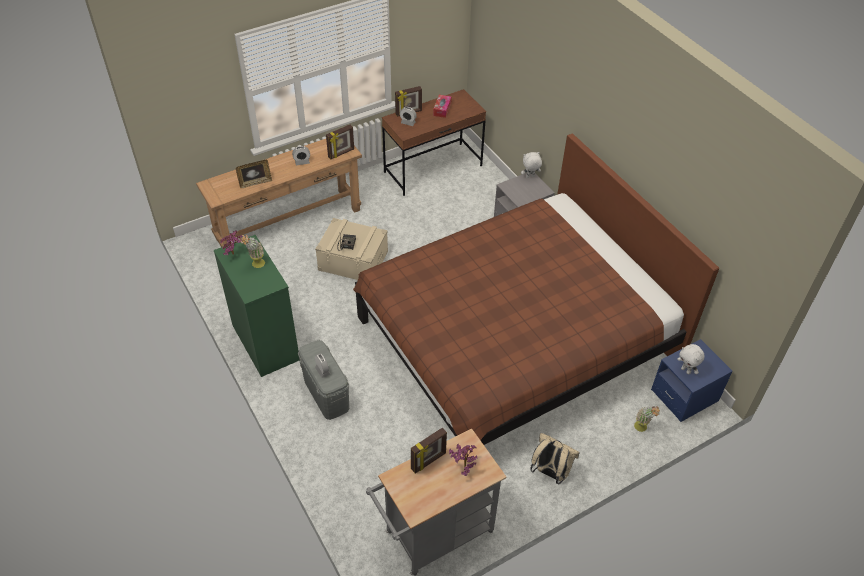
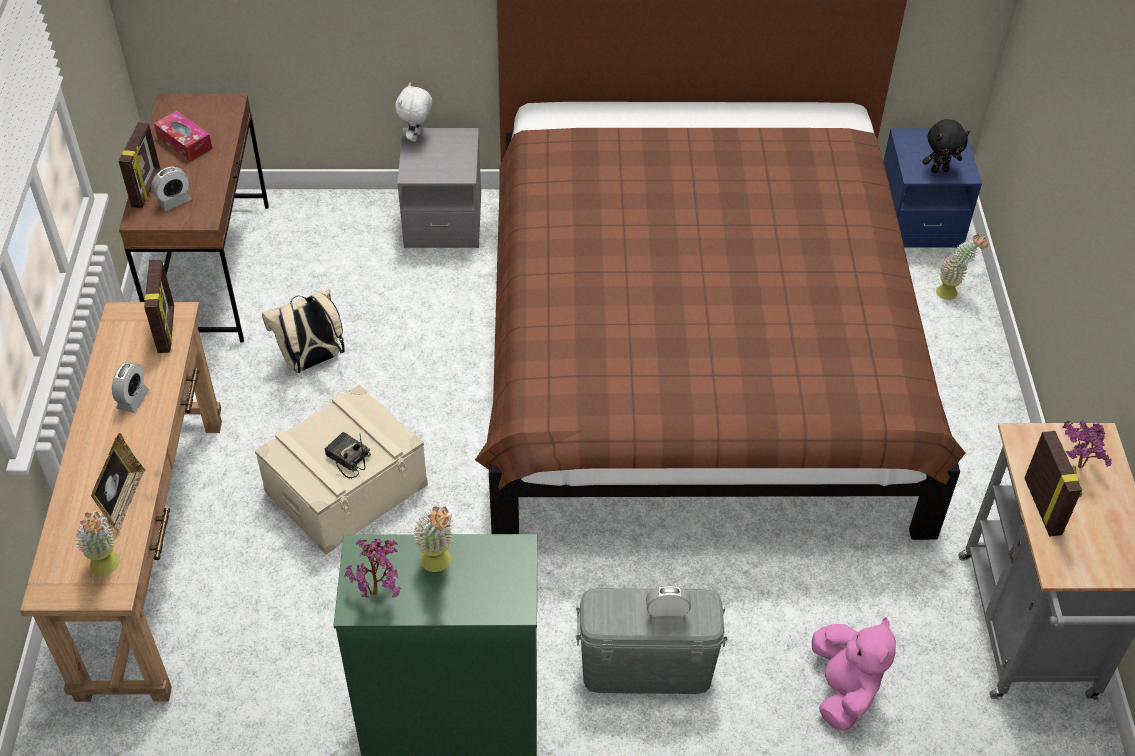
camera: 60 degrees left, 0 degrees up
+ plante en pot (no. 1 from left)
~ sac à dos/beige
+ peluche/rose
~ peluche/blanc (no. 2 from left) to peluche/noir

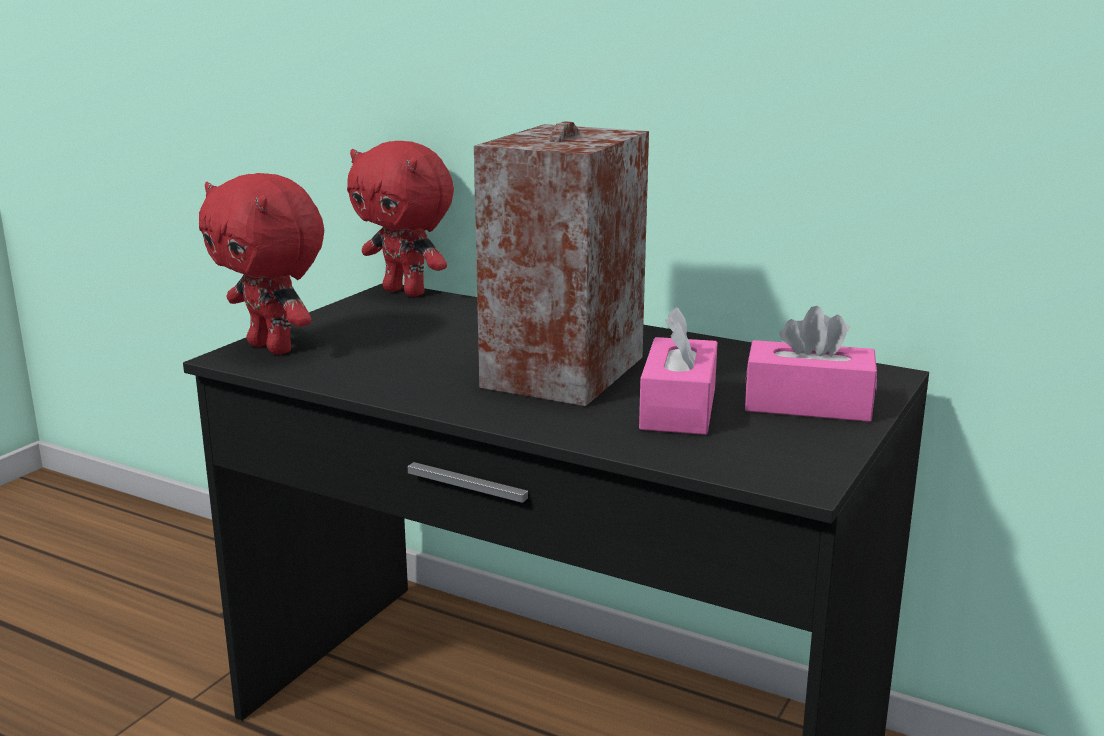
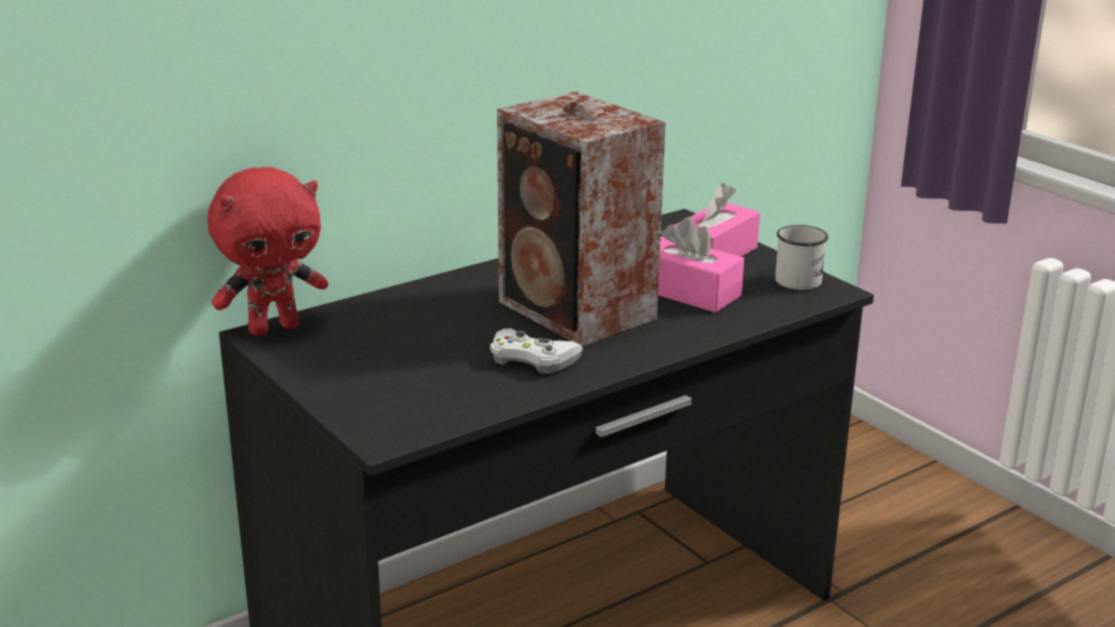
camera: 65 degrees left, 5 degrees up
+ manette/blanc
+ mug/blanc
- peluche/rouge (no. 1 from left)

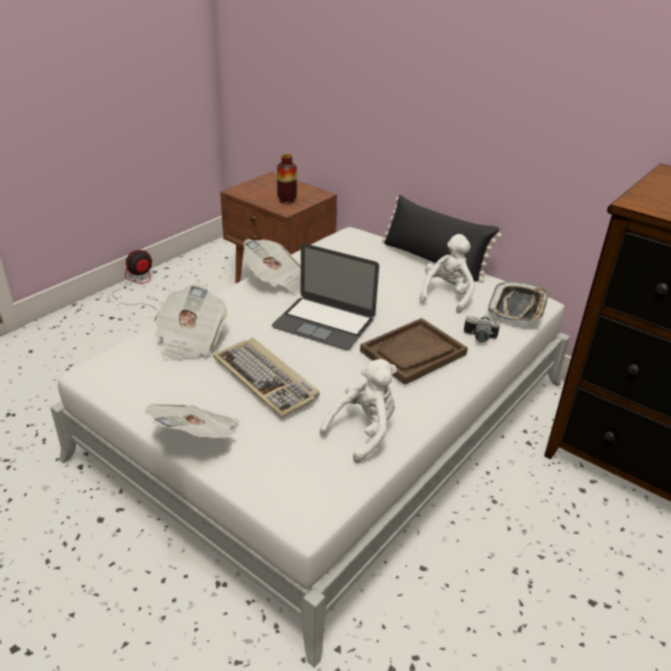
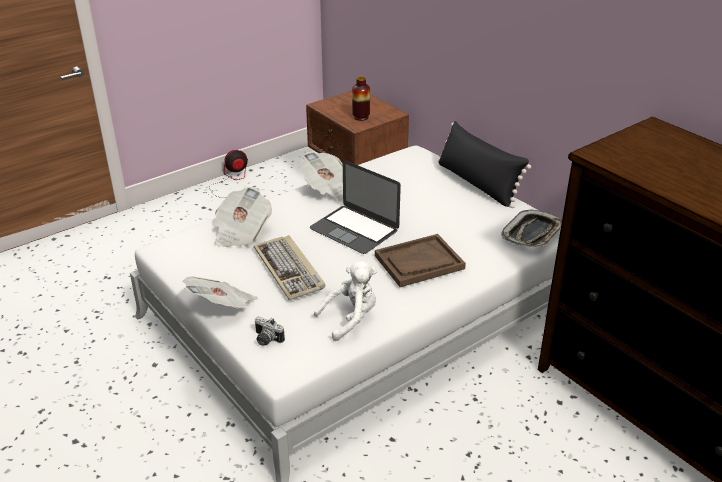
camera: 15 degrees right, 0 degrees up
~ appareil photo
- peluche/blanc (no. 2 from left)

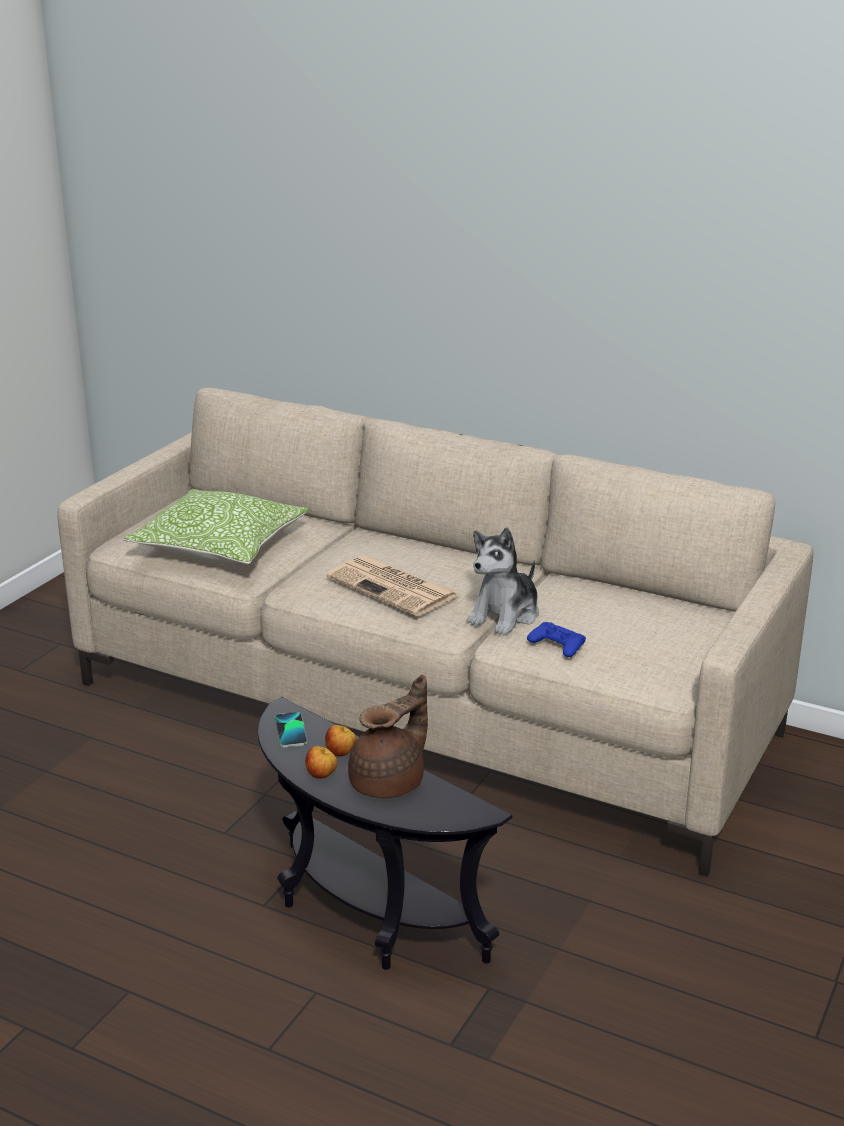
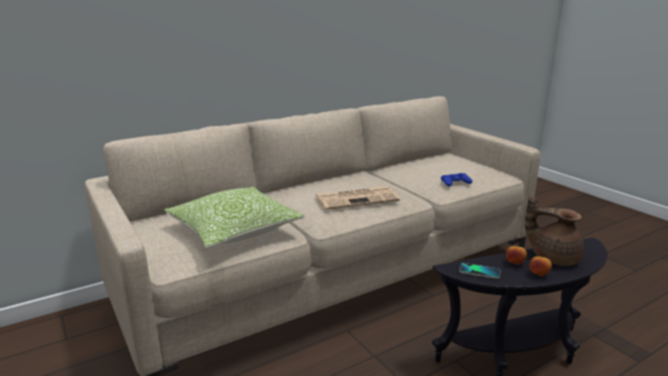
camera: 60 degrees left, 5 degrees down
~ théière/marron 45 degrees counterclockwise
- peluche

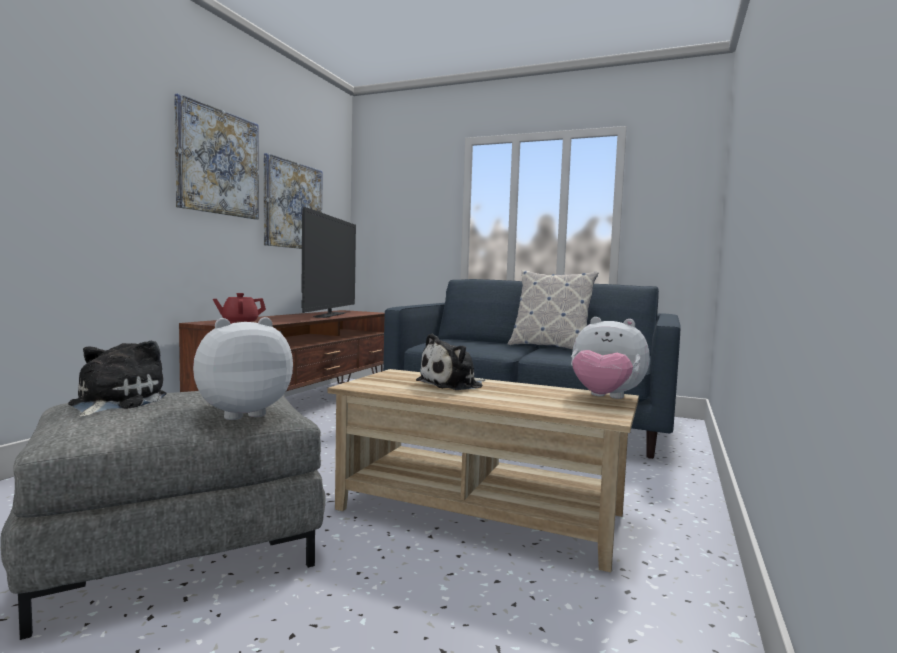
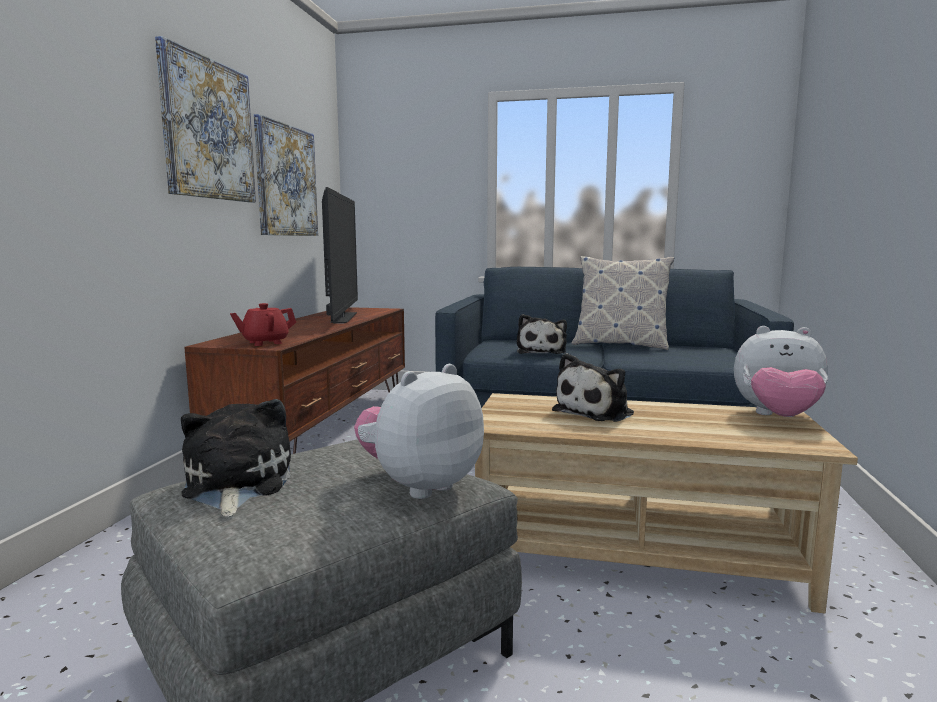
camera: 10 degrees left, 5 degrees up
+ peluche (no. 3 from left)

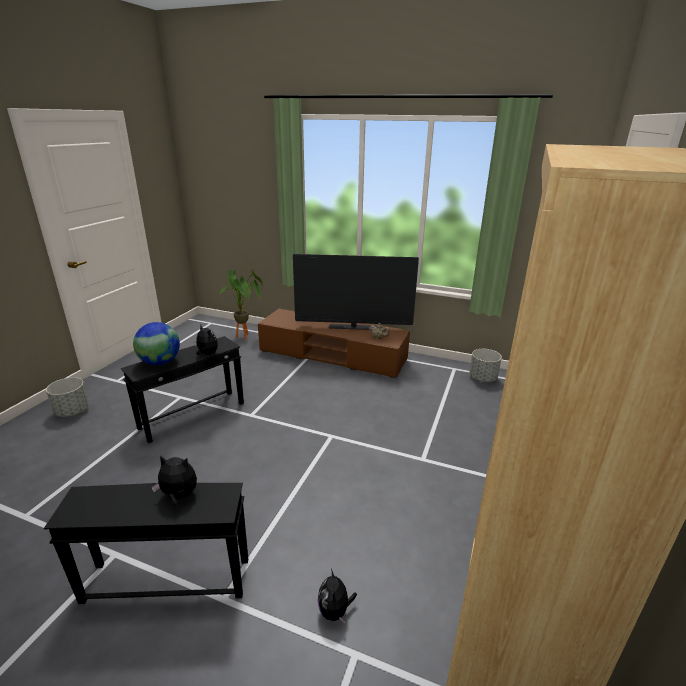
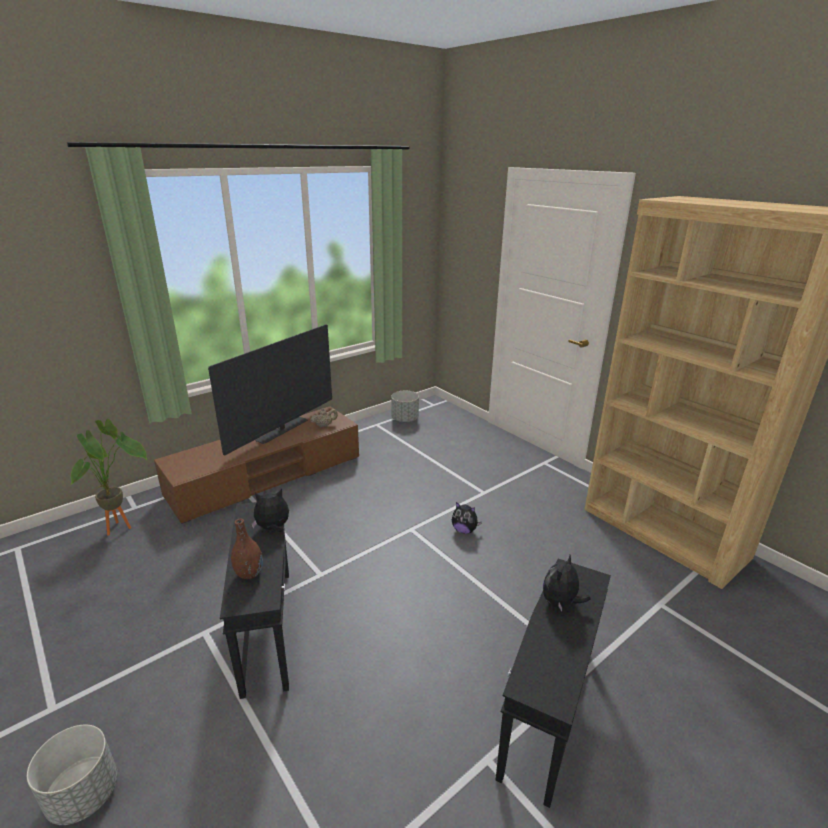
camera: 60 degrees left, 0 degrees up
~ globe to vase/marron
~ peluche (no. 3 from left in the first image) to peluche (no. 2 from left)

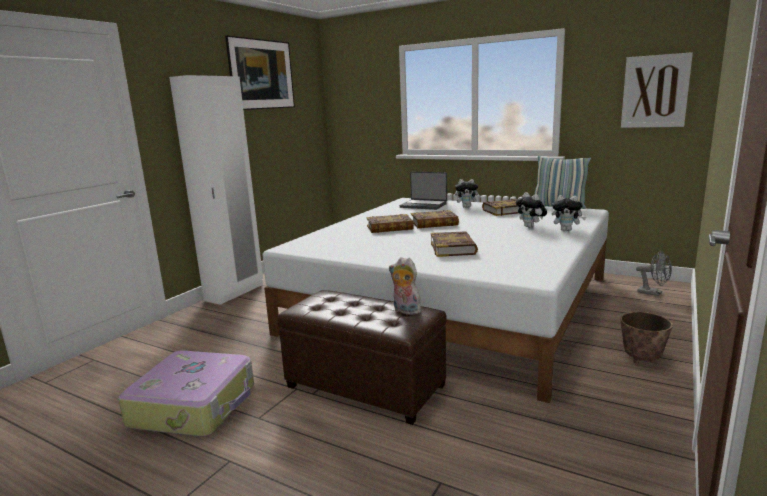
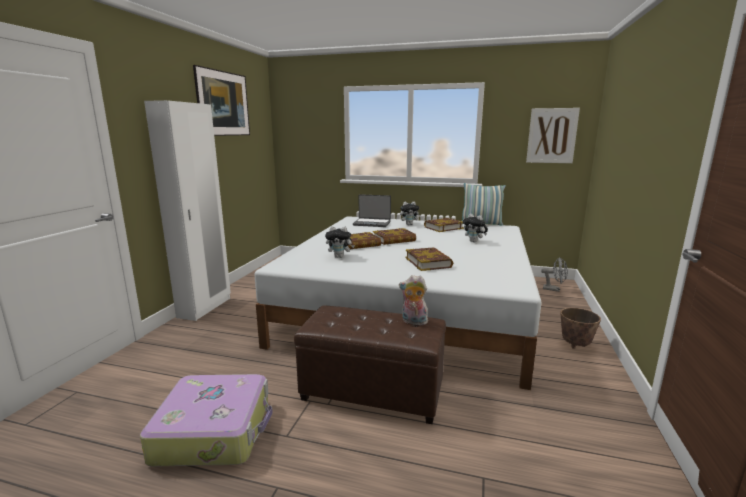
camera: 15 degrees left, 0 degrees up
~ peluche (no. 4 from left in the first image) to peluche (no. 1 from left)

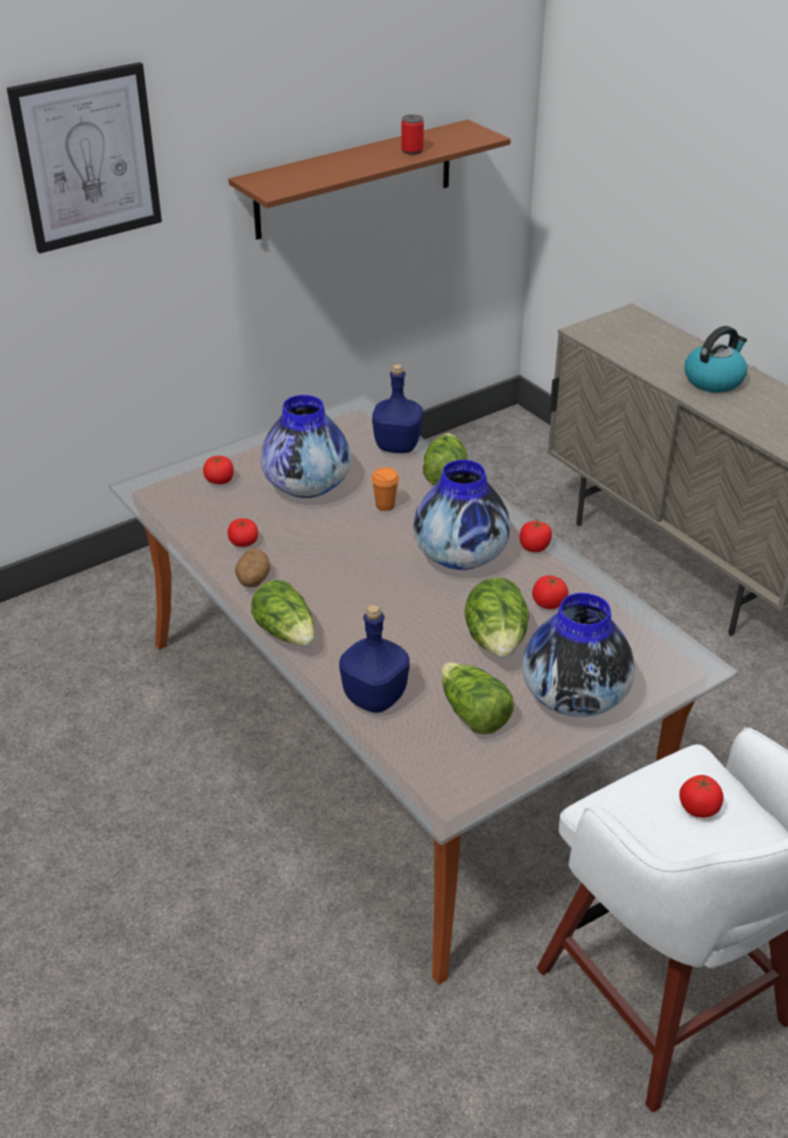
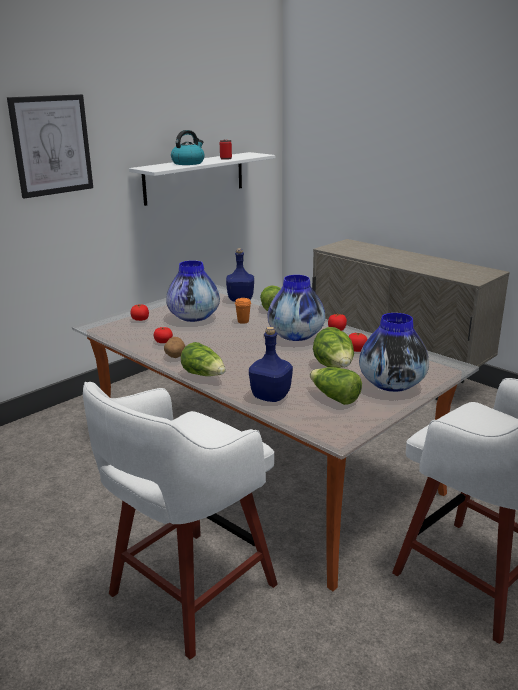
camera: 10 degrees left, 15 degrees down
+ tabouret/blanc (no. 1 from left)
~ étagère/marron to étagère/blanc
~ bouilloire
- tomate (no. 5 from left)

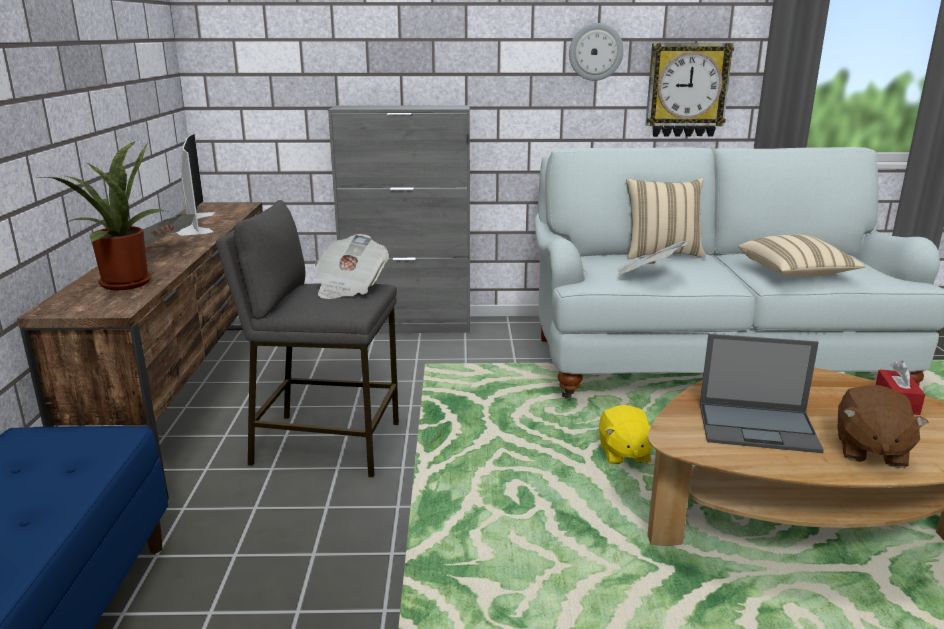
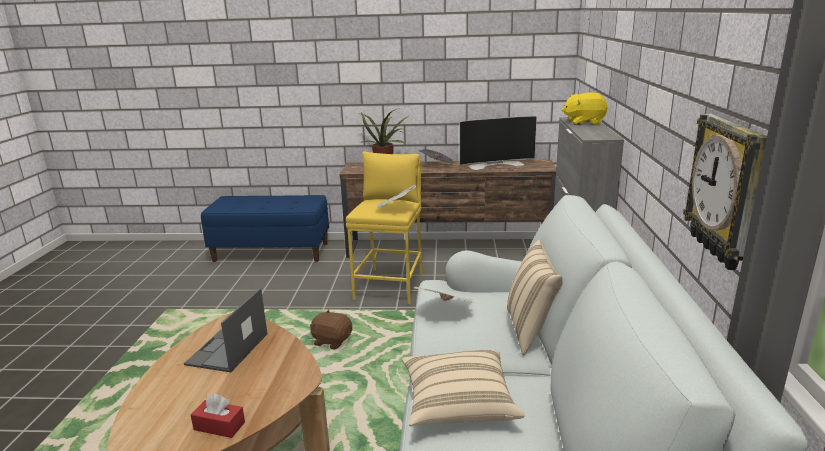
camera: 95 degrees right, 0 degrees up
~ peluche/marron
~ tabouret/gris to tabouret/jaune
~ peluche/jaune
- horloge murale (no. 1 from left)

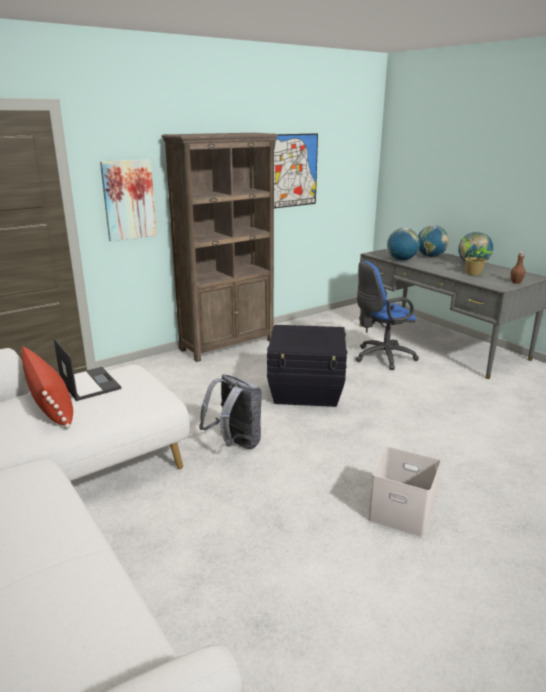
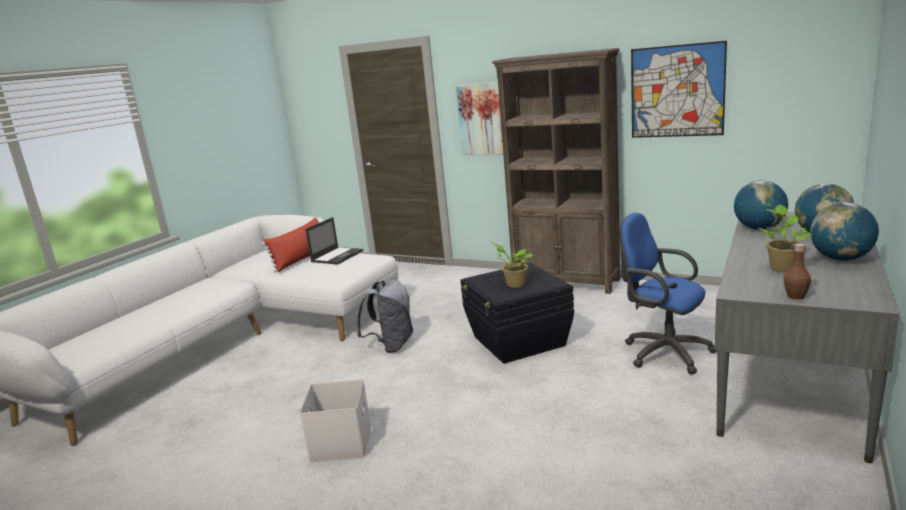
camera: 65 degrees right, 5 degrees down
+ plante en pot (no. 1 from left)

